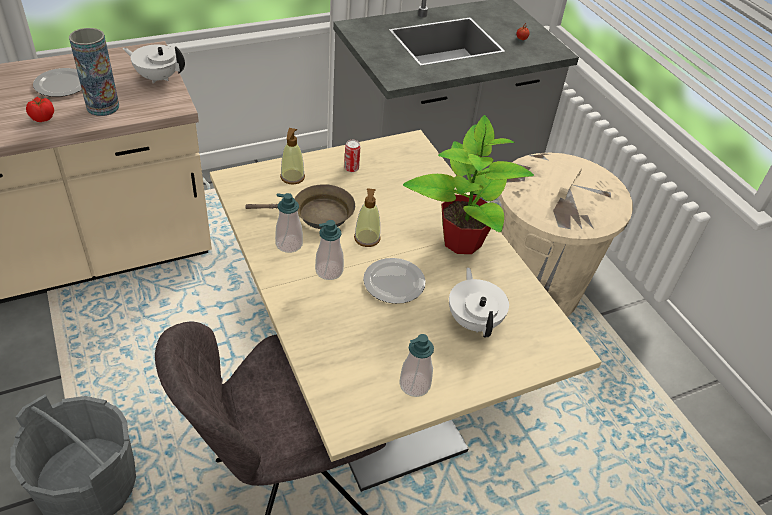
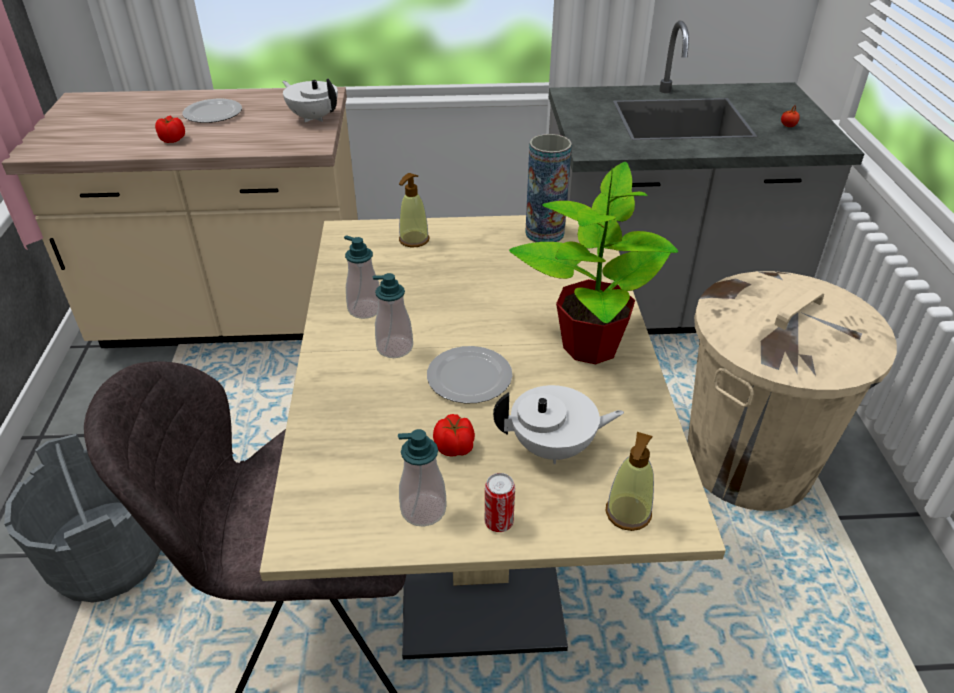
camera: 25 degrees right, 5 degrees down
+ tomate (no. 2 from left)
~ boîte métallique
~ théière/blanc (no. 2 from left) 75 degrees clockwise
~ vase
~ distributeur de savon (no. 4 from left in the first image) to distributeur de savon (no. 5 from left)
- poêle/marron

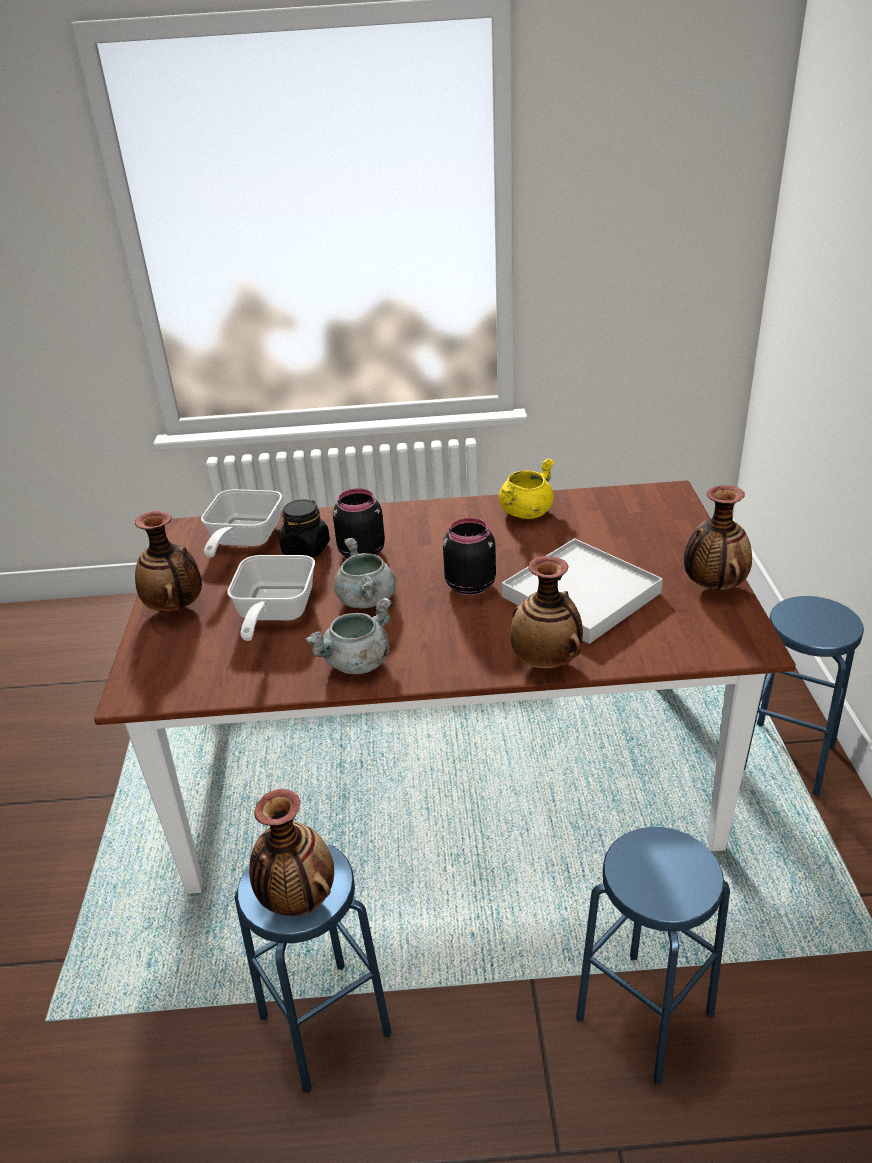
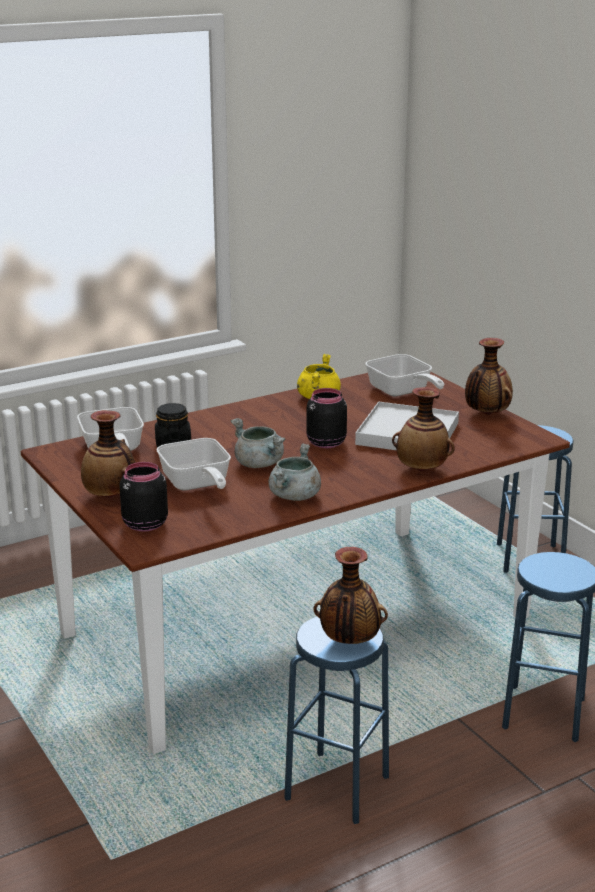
camera: 30 degrees left, 10 degrees down
~ bocal/noir (no. 2 from left in the first image) to bocal/noir (no. 1 from left)
+ poêle (no. 3 from left)

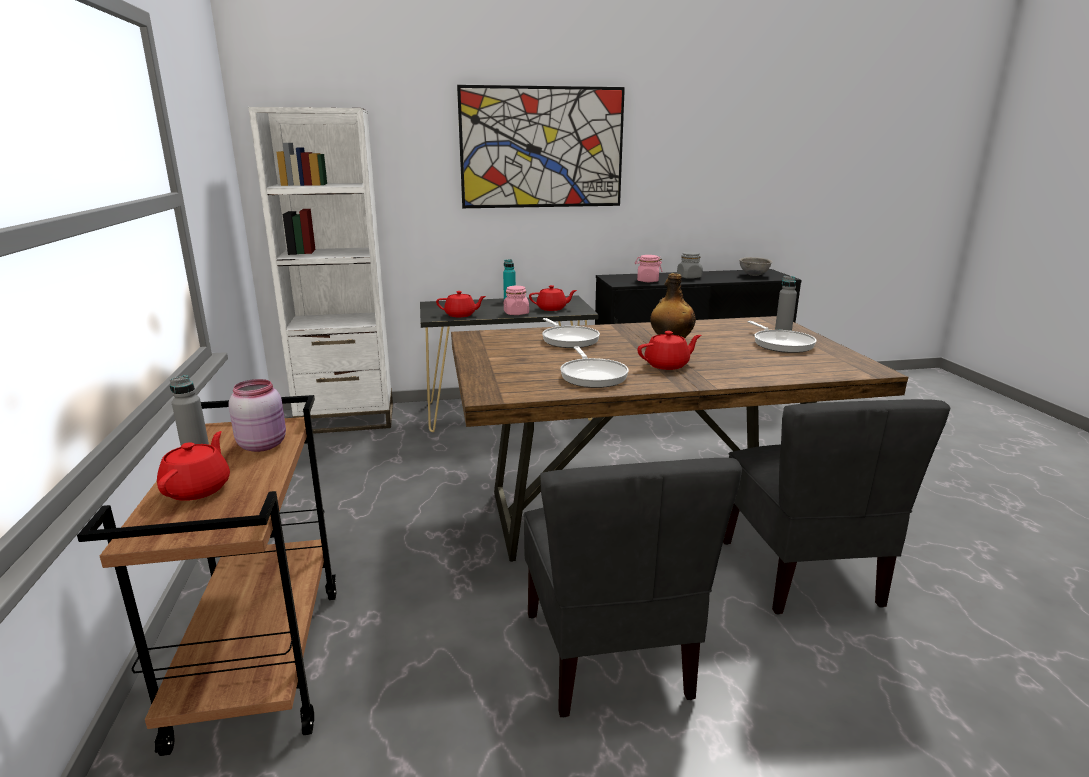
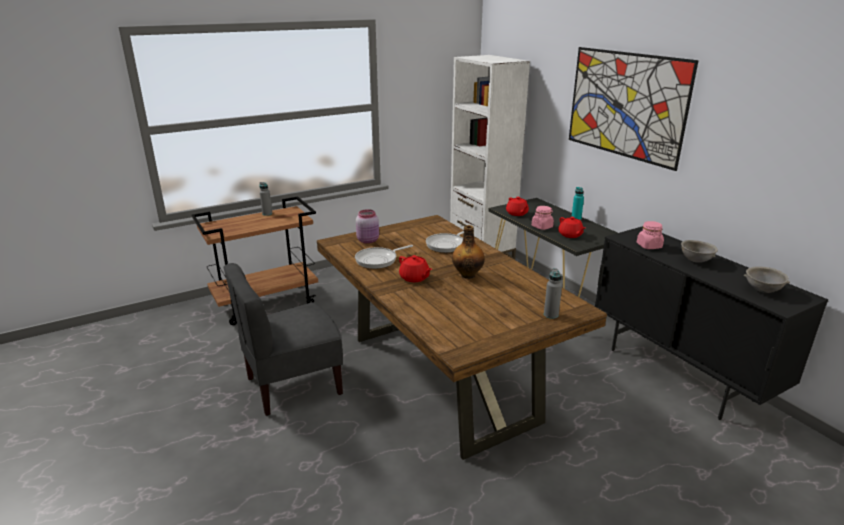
camera: 70 degrees right, 5 degrees up
~ bocal/rose (no. 1 from left)
~ bocal/gris to bol/gris (no. 1 from left)
- théière/rouge (no. 1 from left)
- chaise/gris (no. 2 from left)
- poêle (no. 3 from left)

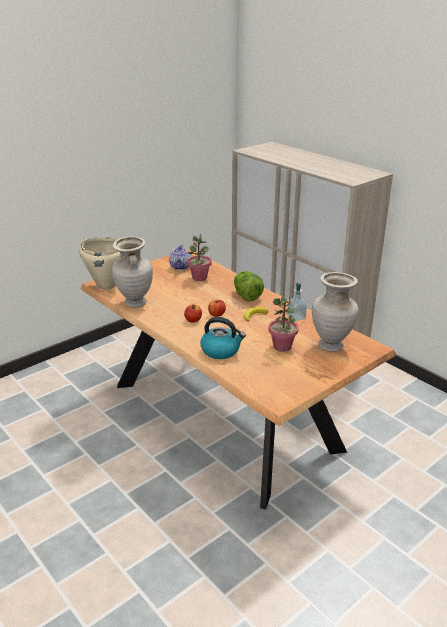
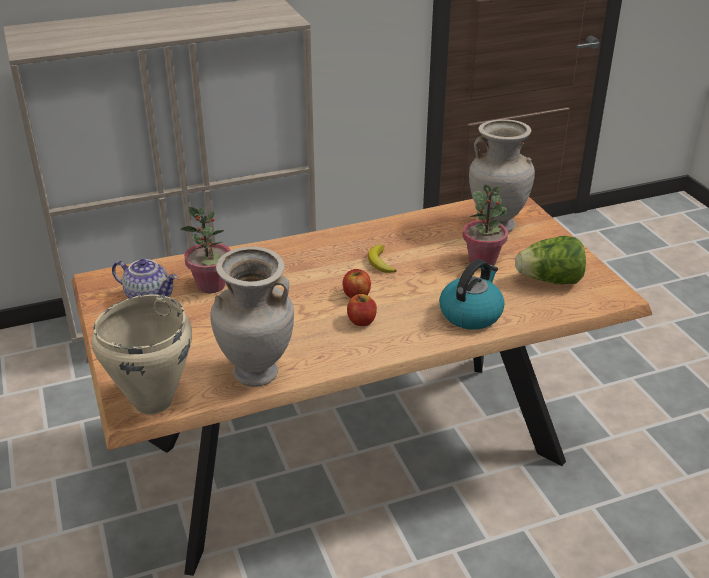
camera: 70 degrees left, 5 degrees up
~ laitue
- distributeur de savon

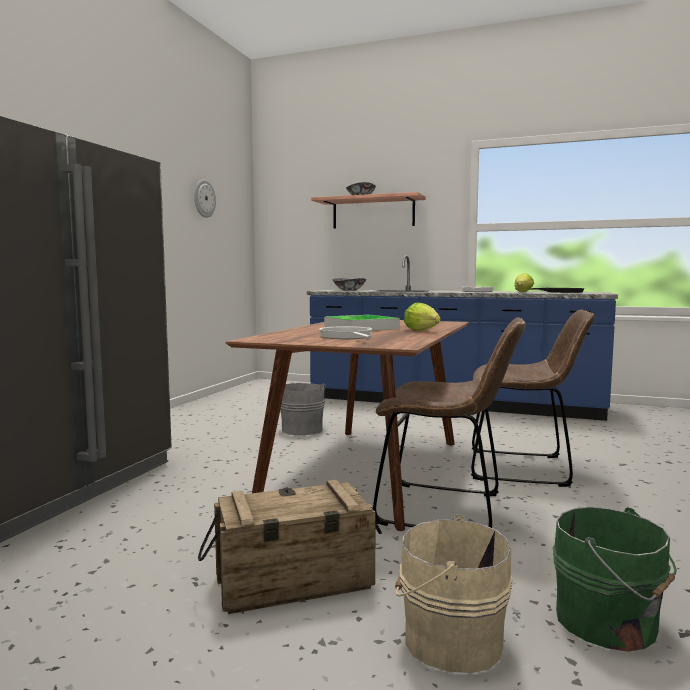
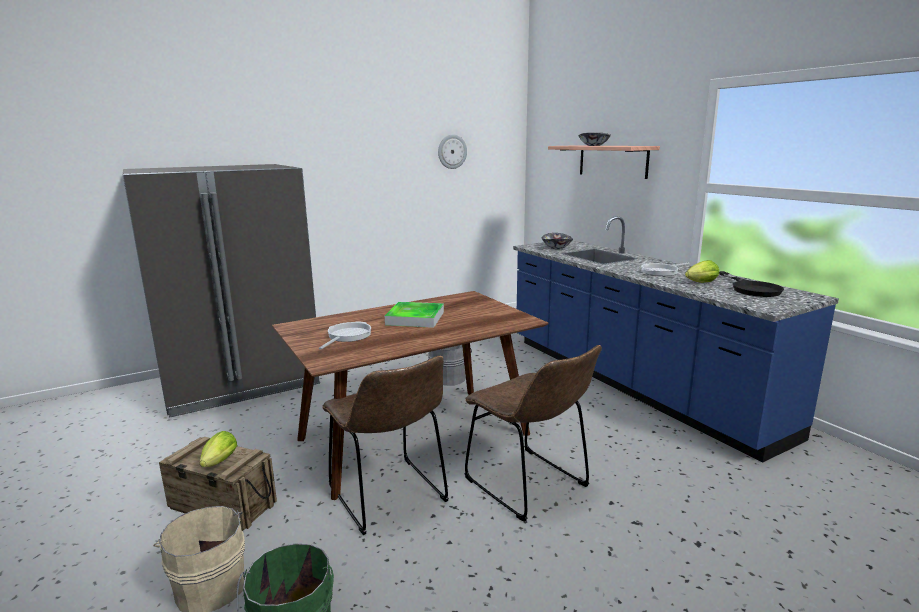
camera: 40 degrees right, 10 degrees up
~ laitue (no. 1 from left)

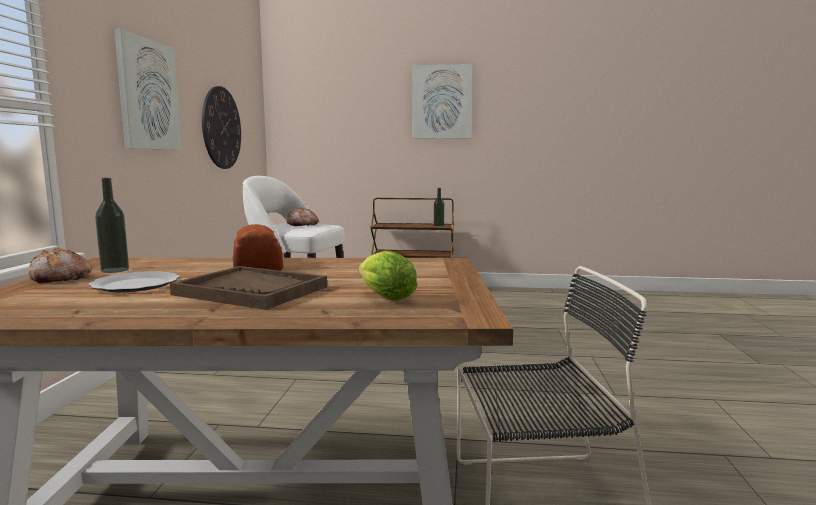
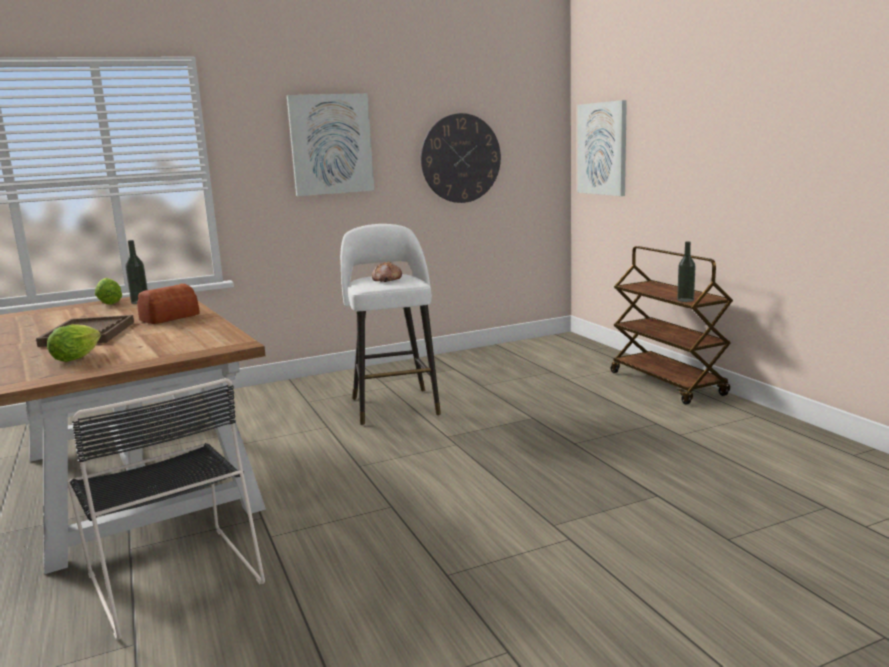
camera: 60 degrees right, 5 degrees up
~ pain (no. 1 from left) to laitue (no. 2 from left)
~ tableau (no. 2 from left)
- assiette

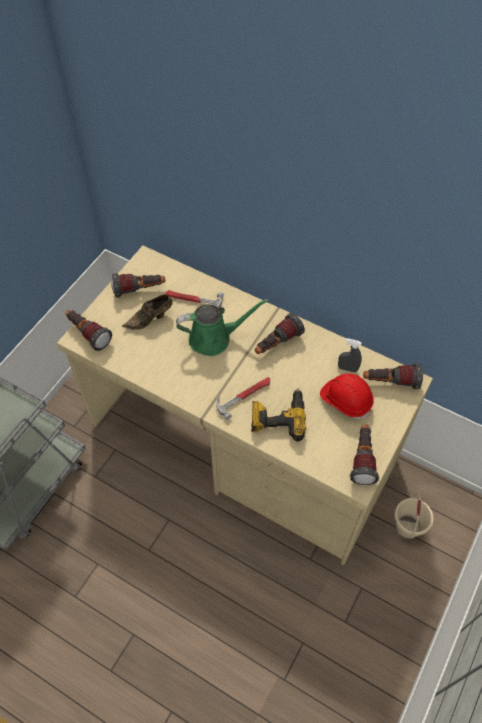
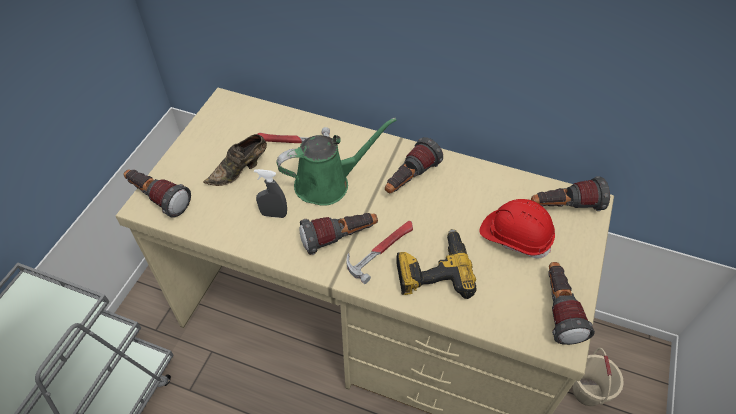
camera: 10 degrees left, 5 degrees down
~ vaporisateur/gris
~ lampe de poche (no. 2 from left)

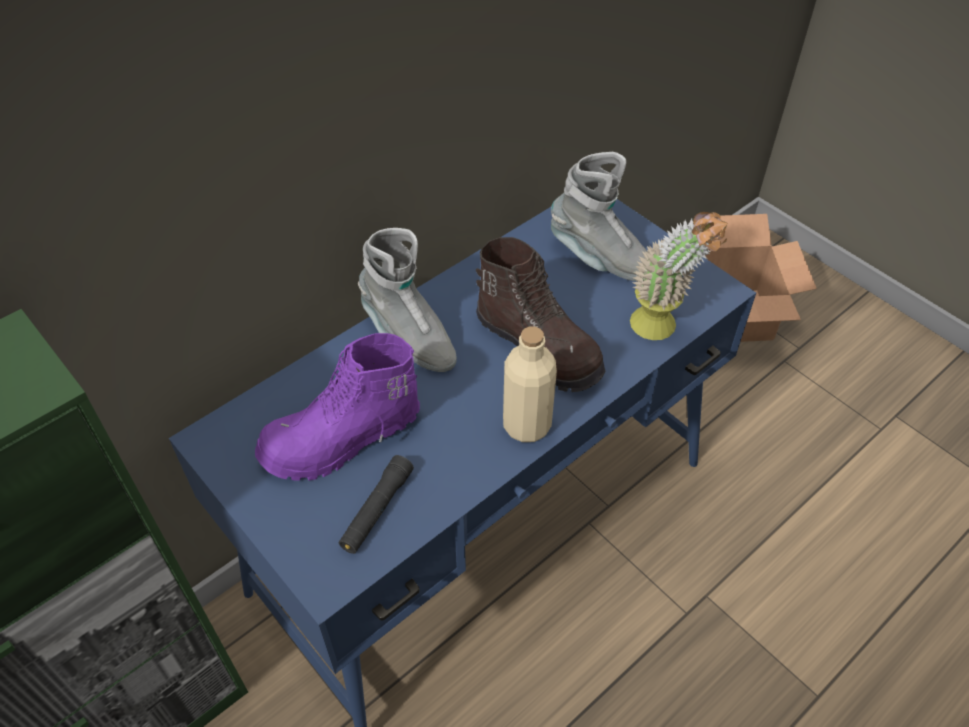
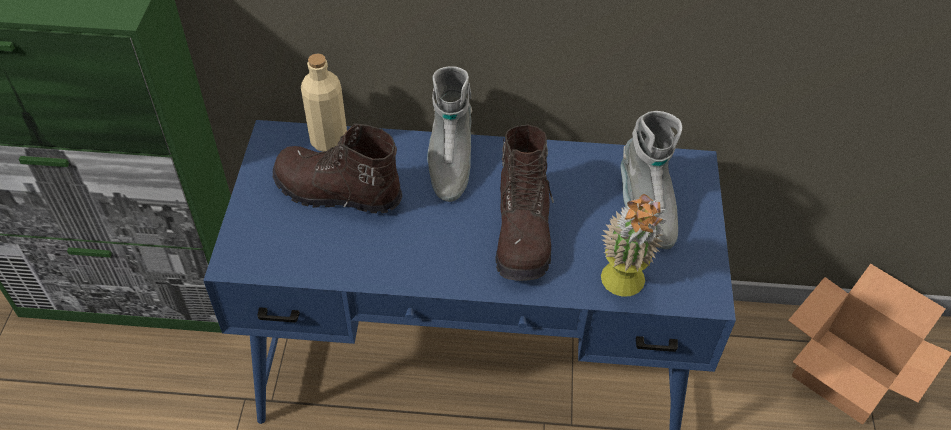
camera: 45 degrees right, 0 degrees up
~ botte/violet to botte/marron (no. 1 from left)
~ bouteille/beige
- lampe de poche/noir

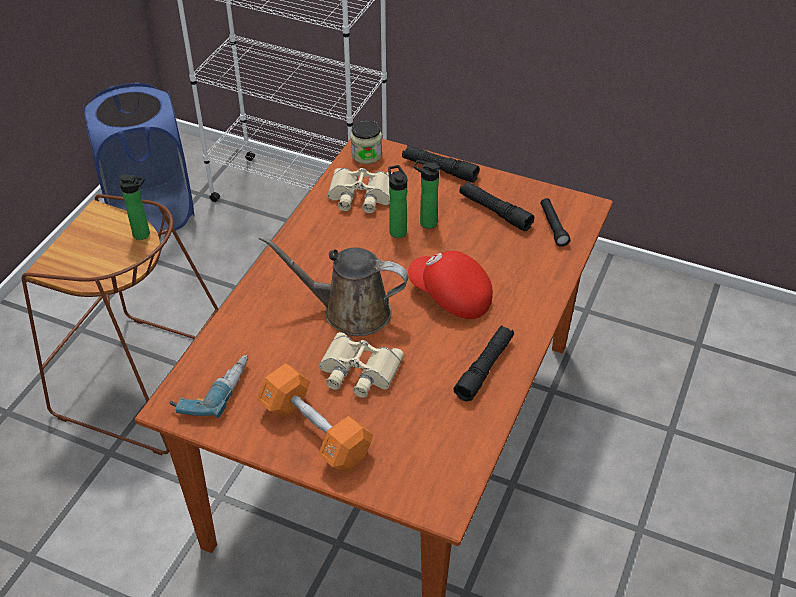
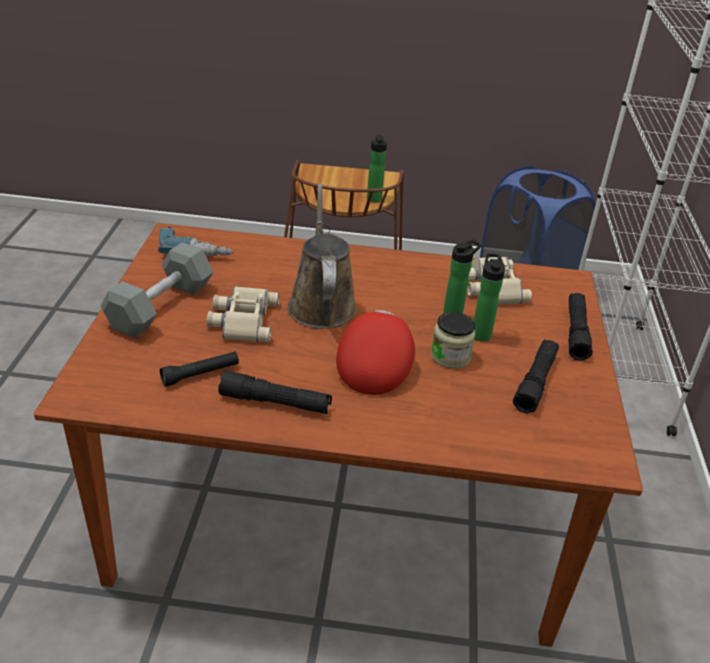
camera: 70 degrees right, 10 degrees down
~ haltère/orange to haltère/gris
~ lampe de poche/noir (no. 4 from left in the first image) to lampe de poche/noir (no. 1 from left)
~ bocal

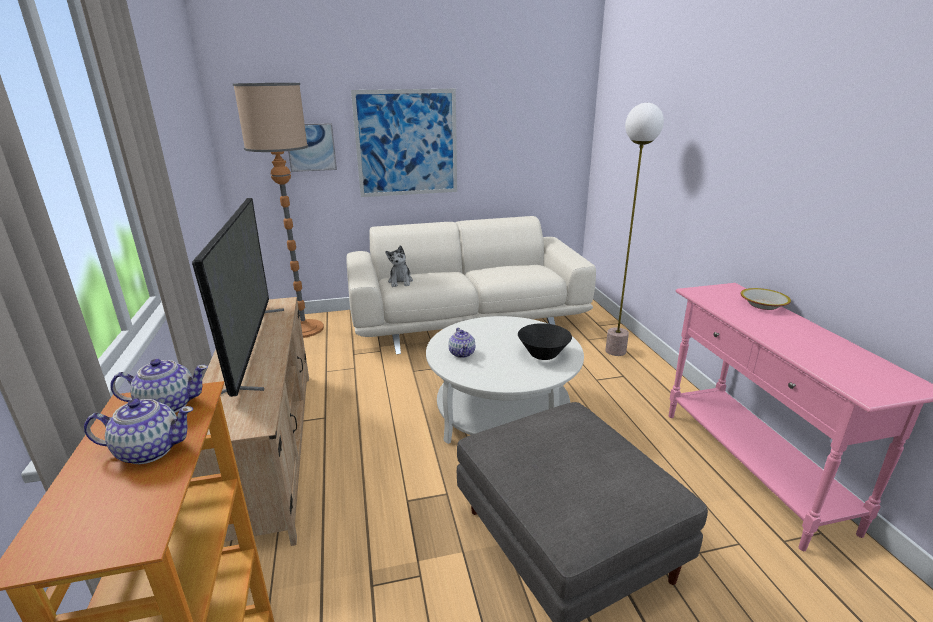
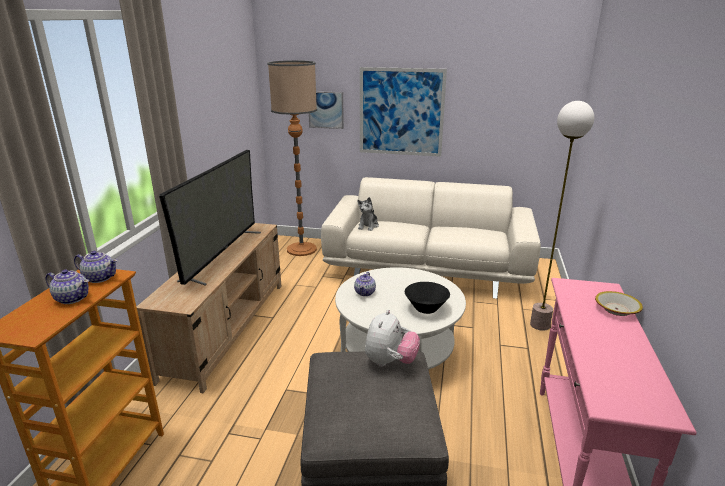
camera: 25 degrees right, 0 degrees up
+ peluche (no. 2 from left)

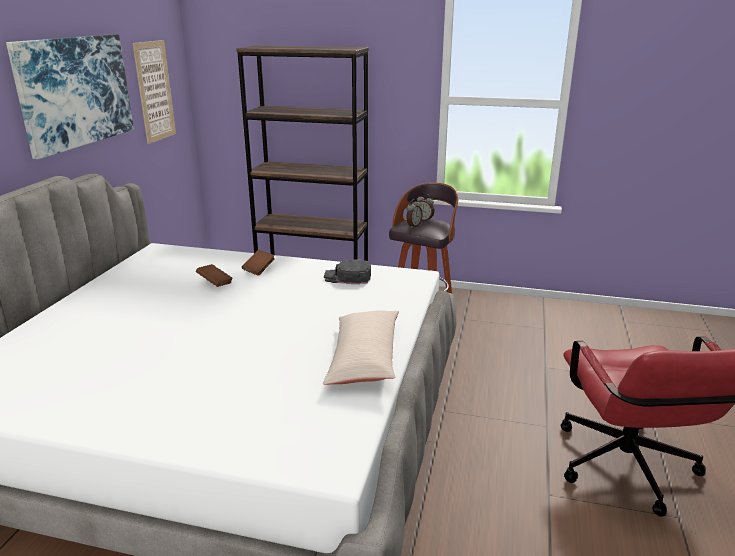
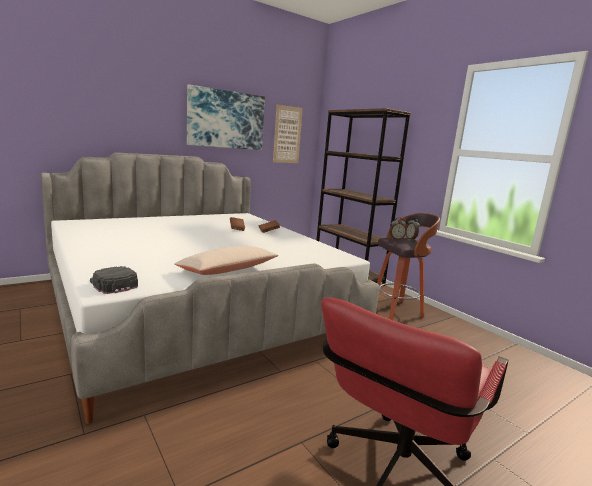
camera: 40 degrees right, 10 degrees down
~ casquette/noir

